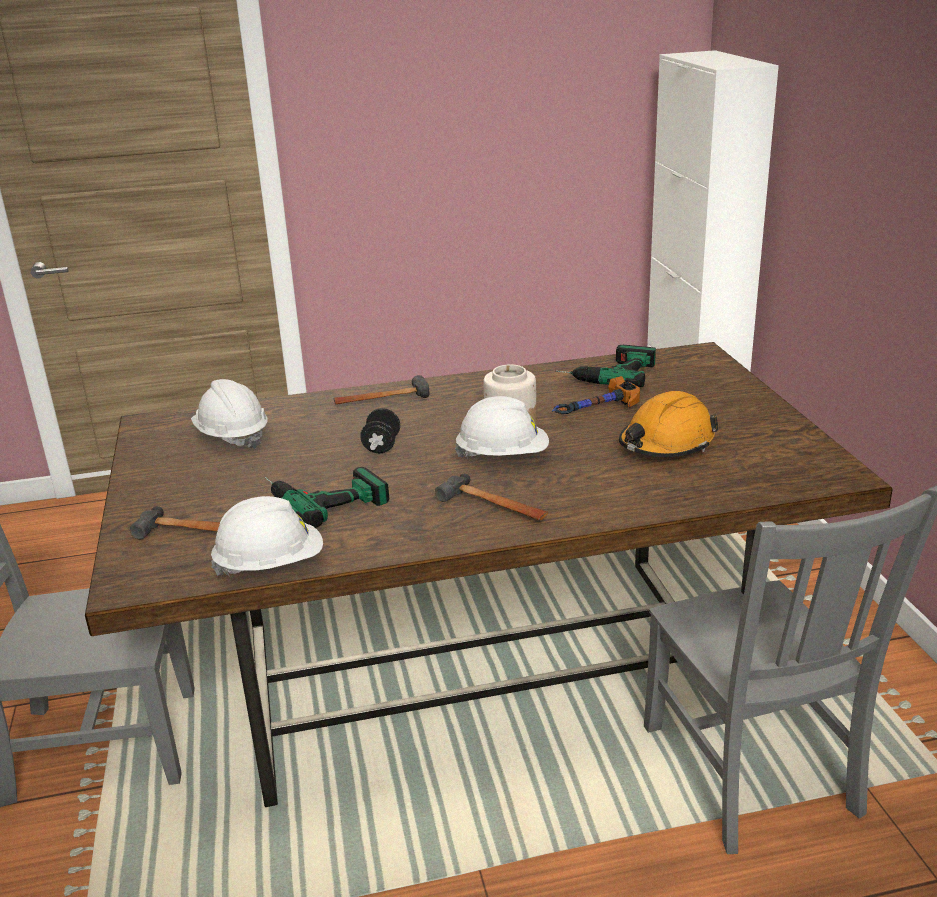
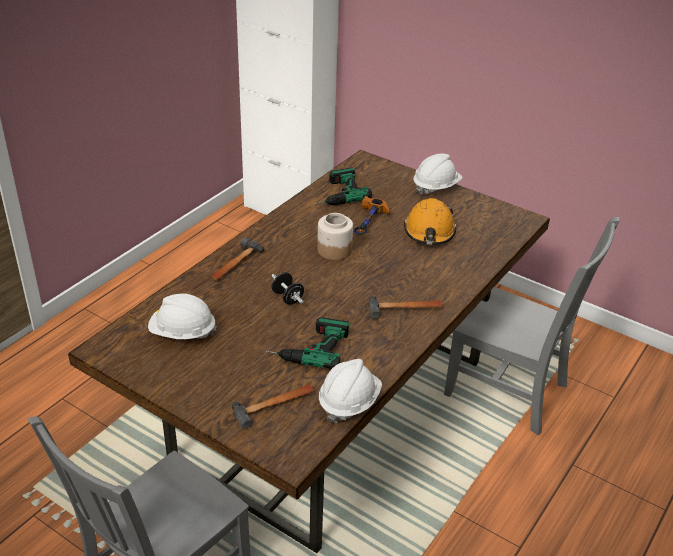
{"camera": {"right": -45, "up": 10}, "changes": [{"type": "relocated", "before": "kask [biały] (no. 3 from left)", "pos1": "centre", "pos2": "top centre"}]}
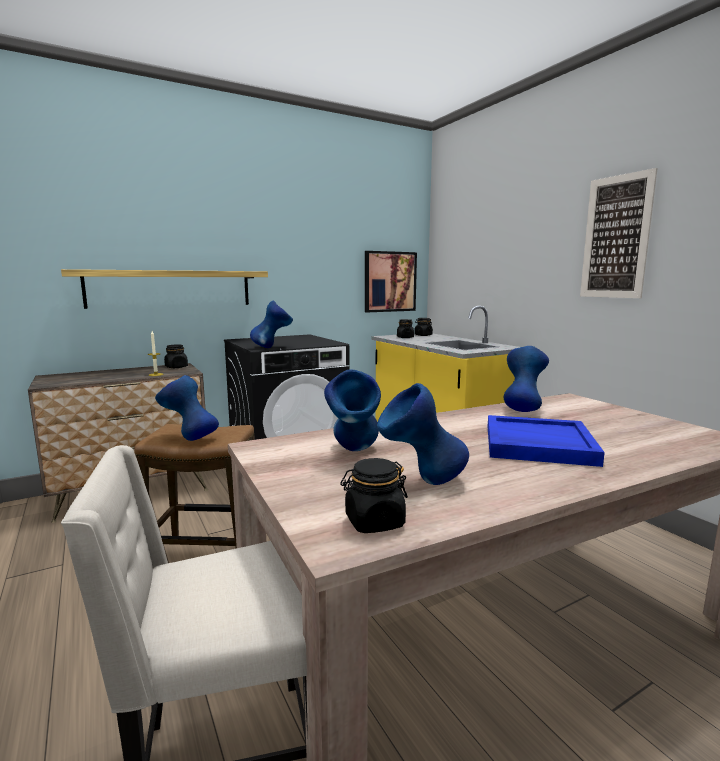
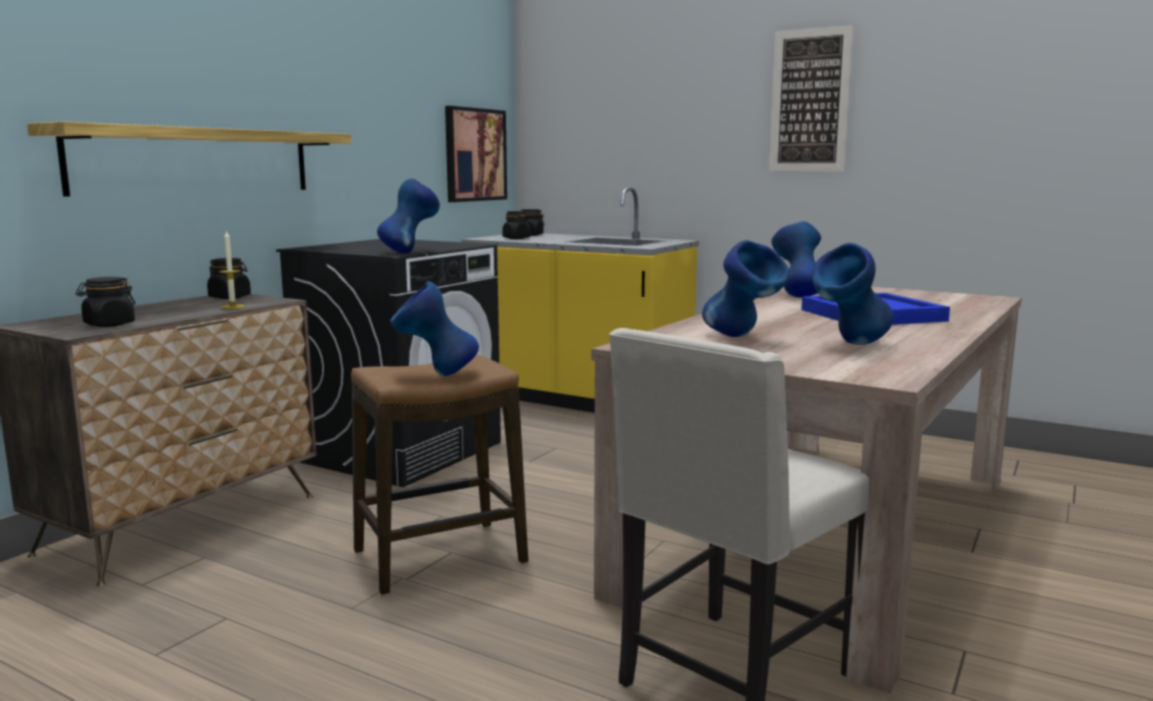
{"camera": {"right": -30, "up": 0}, "changes": [{"type": "relocated", "before": "słoik [czarny] (no. 2 from left in the first image)", "after": "słoik [czarny] (no. 1 from left)", "pos1": "centre", "pos2": "middle left"}]}
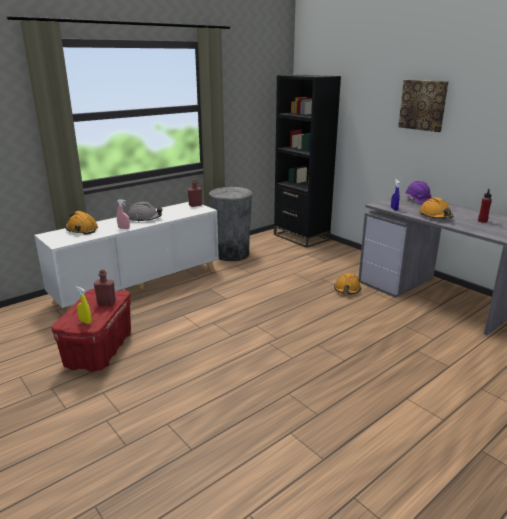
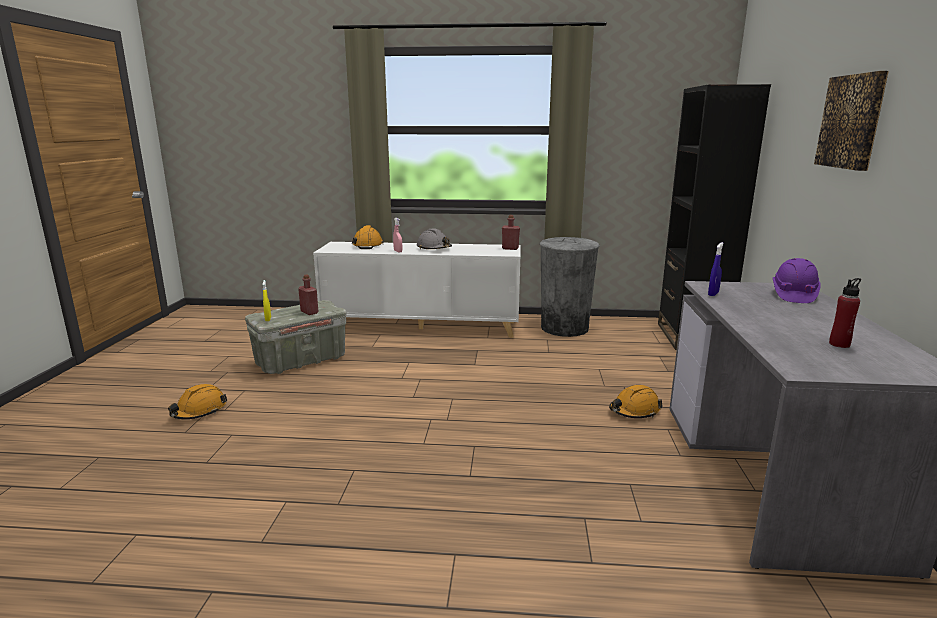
{"camera": {"right": 45, "up": -5}, "changes": [{"type": "relocated", "before": "kask [pomarańczowy] (no. 3 from left in the first image)", "after": "kask [pomarańczowy] (no. 1 from left)", "pos1": "middle right", "pos2": "middle left"}, {"type": "colour", "before": "pojemnik do przechowywania [czerwony]", "after": "pojemnik do przechowywania [szary]", "pos1": "middle left", "pos2": "middle left"}]}
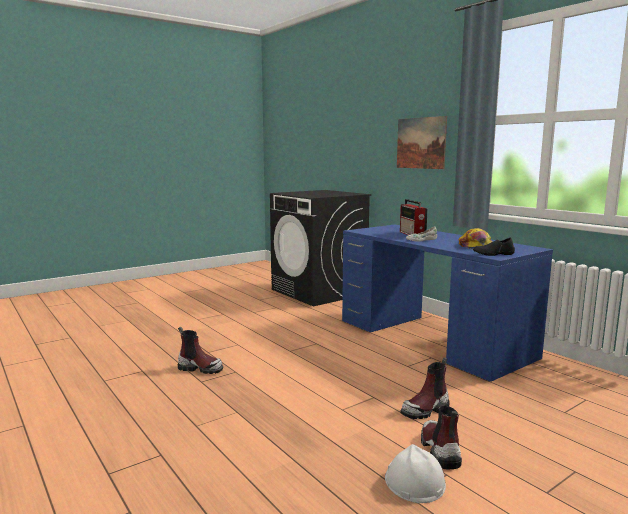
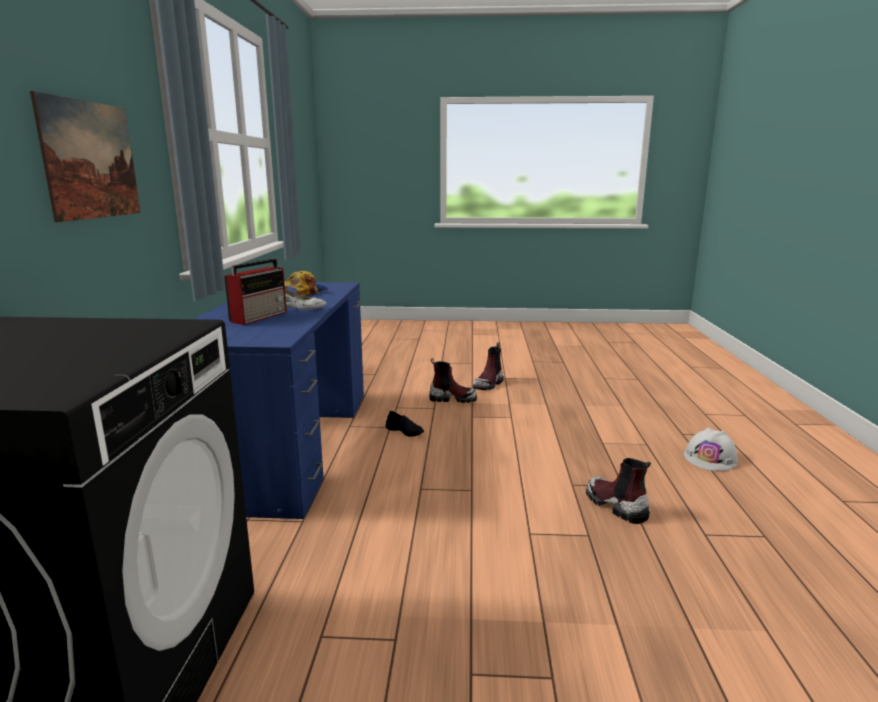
{"camera": {"right": -140, "up": 5}, "changes": [{"type": "relocated", "before": "but [czarny]", "pos1": "middle right", "pos2": "centre"}, {"type": "relocated", "before": "kask [biały]", "pos1": "bottom centre", "pos2": "middle right"}]}
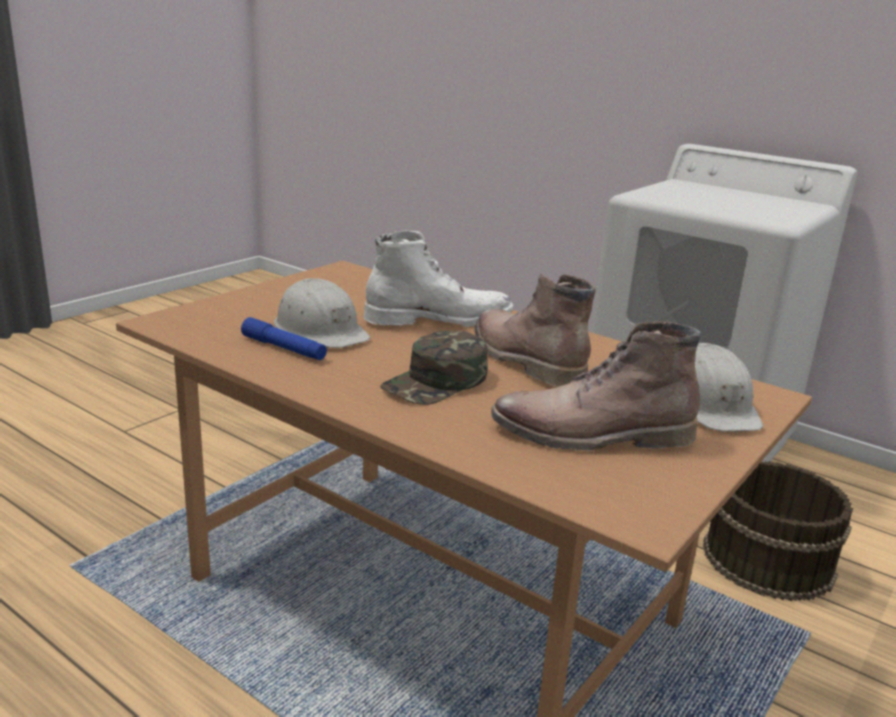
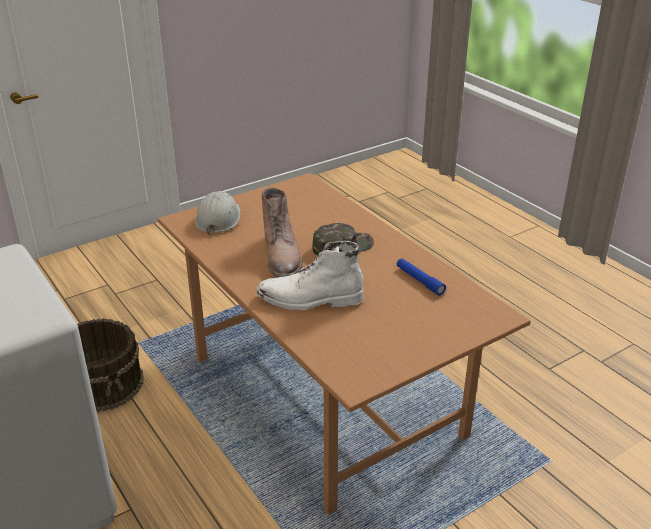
{"camera": {"right": -160, "up": 10}, "changes": [{"type": "missing", "before": "kask [biały] (no. 1 from left)", "pos1": "centre"}, {"type": "missing", "before": "but z cholewką [brązowy] (no. 2 from left)", "pos1": "centre"}]}
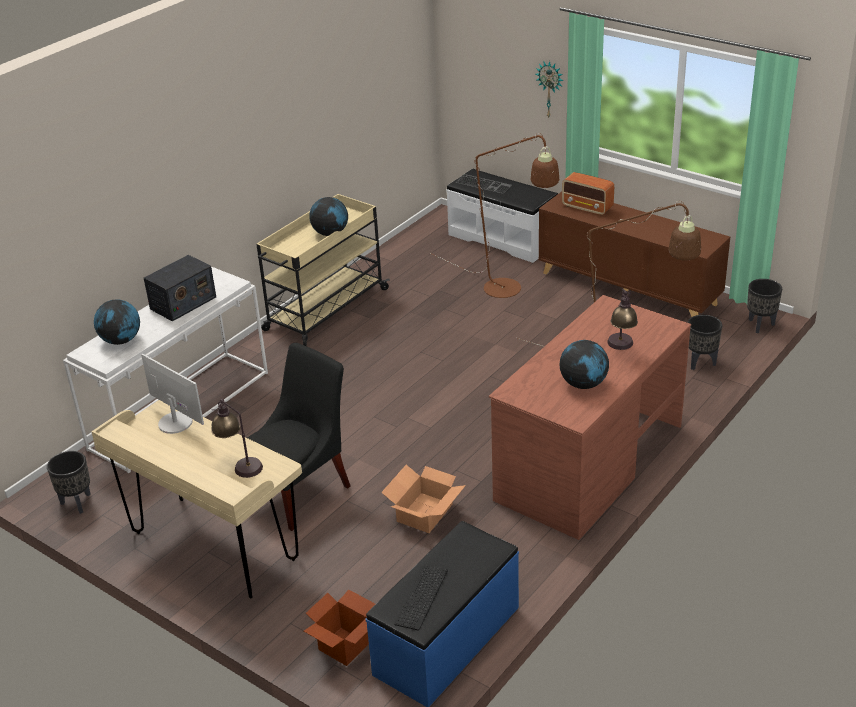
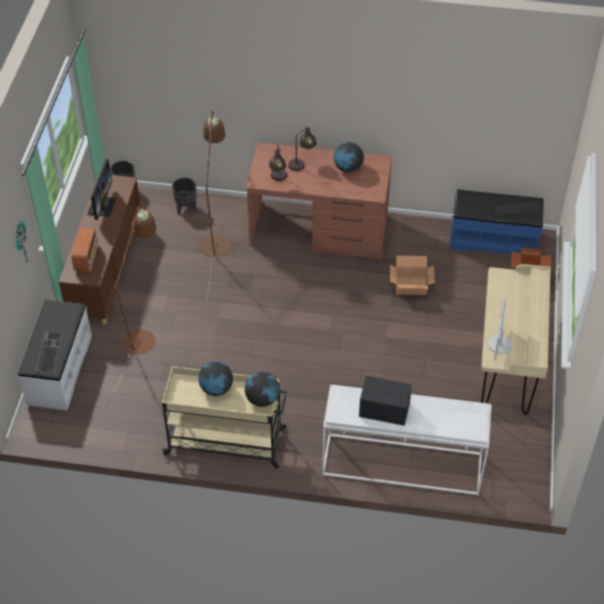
{"camera": {"right": -120, "up": 15}, "changes": [{"type": "appeared", "after": "monitor (no. 1 from left)", "pos2": "top left"}, {"type": "relocated", "before": "globus (no. 1 from left in the first image)", "after": "globus (no. 2 from left)", "pos1": "middle left", "pos2": "centre"}, {"type": "relocated", "before": "lampa stołowa (no. 1 from left)", "pos1": "middle left", "pos2": "top centre"}, {"type": "missing", "before": "donica [czarny] (no. 1 from left)", "pos1": "bottom left"}, {"type": "missing", "before": "krzesło [czarny]", "pos1": "centre"}]}
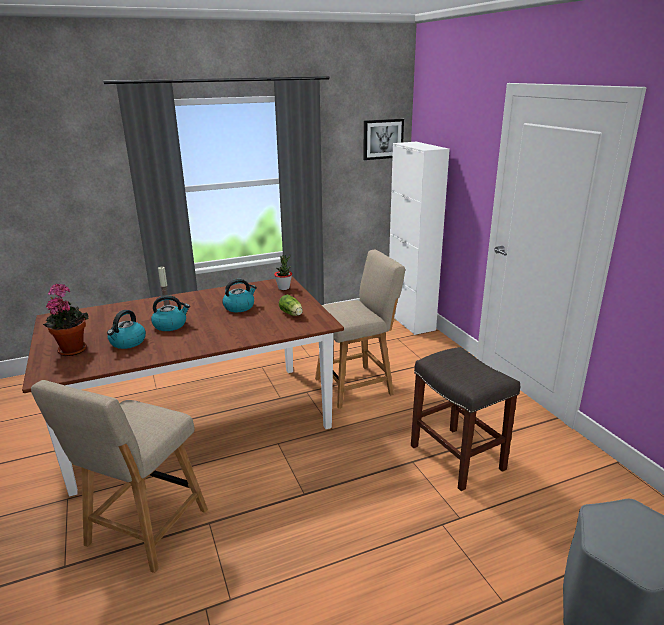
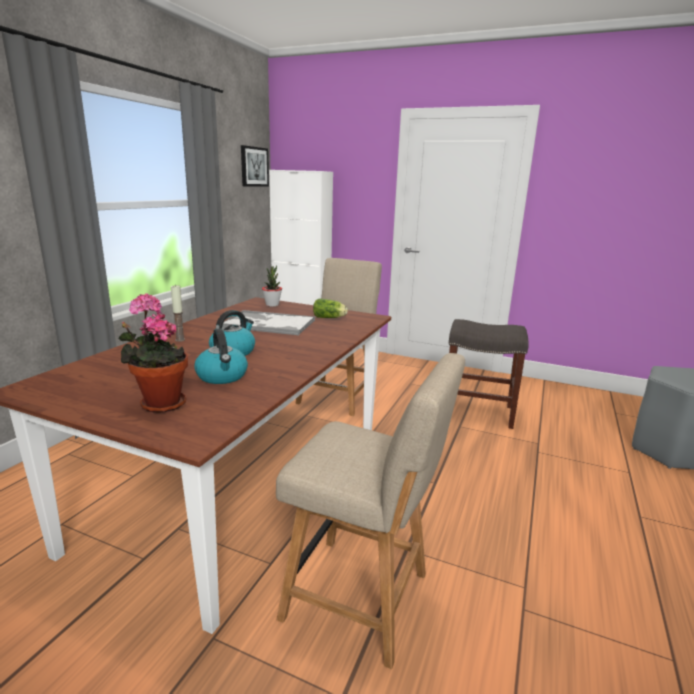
{"camera": {"right": -45, "up": -5}, "changes": [{"type": "exchanged", "before": "czajnik (no. 3 from left)", "after": "taca", "pos1": "centre", "pos2": "centre"}, {"type": "spun", "before": "krzesło [beżowy] (no. 1 from left in the first image)", "pos1": "bottom left", "pos2": "bottom centre", "turn": -45}]}
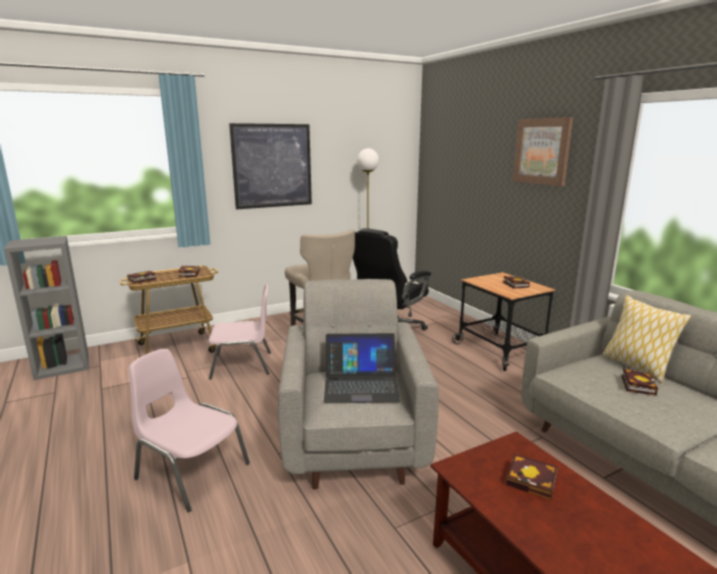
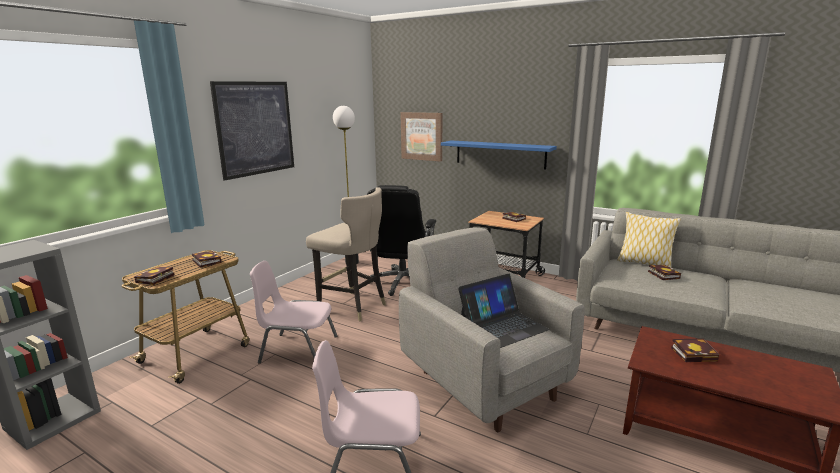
{"camera": {"right": -30, "up": 0}, "changes": [{"type": "spun", "before": "krzesło [różowy] (no. 2 from left in the first image)", "pos1": "centre", "pos2": "centre", "turn": -135}, {"type": "relocated", "before": "obraz (no. 2 from left)", "pos1": "top right", "pos2": "top centre"}, {"type": "appeared", "after": "półka [niebieski]", "pos2": "top centre"}]}
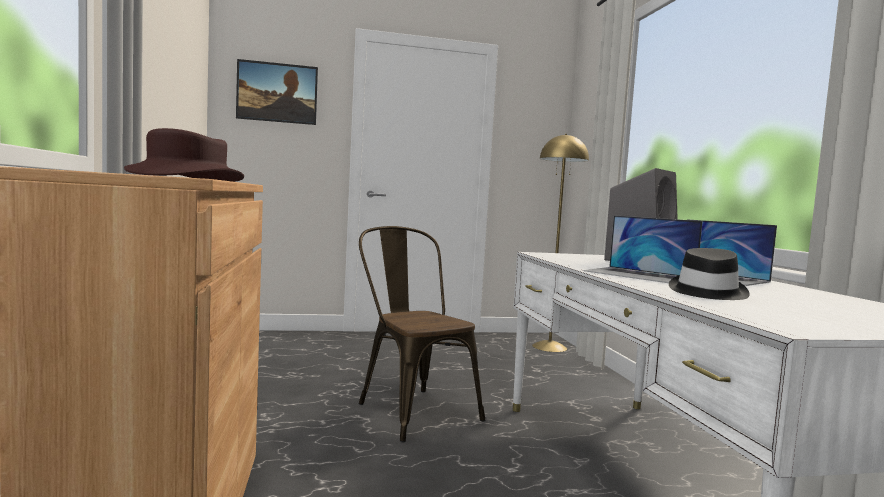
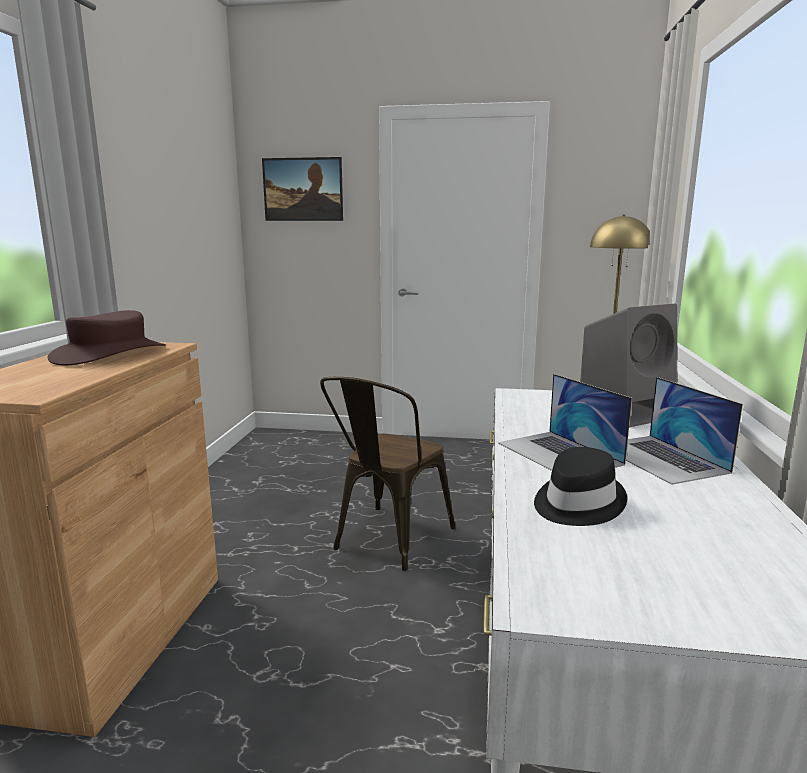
{"camera": {"right": 20, "up": 10}, "changes": [{"type": "spun", "before": "krzesło [brązowy]", "pos1": "bottom centre", "pos2": "centre", "turn": -135}]}
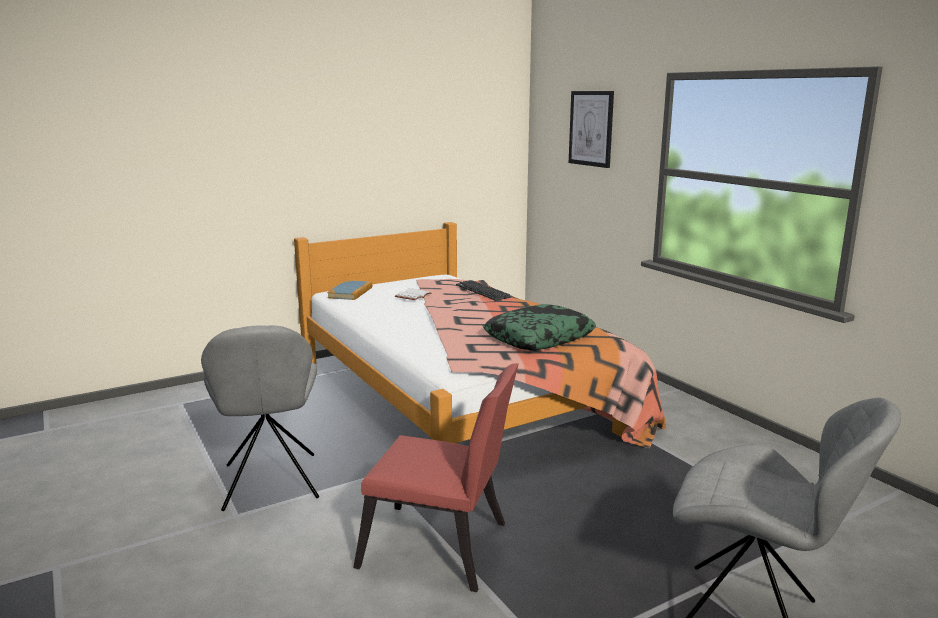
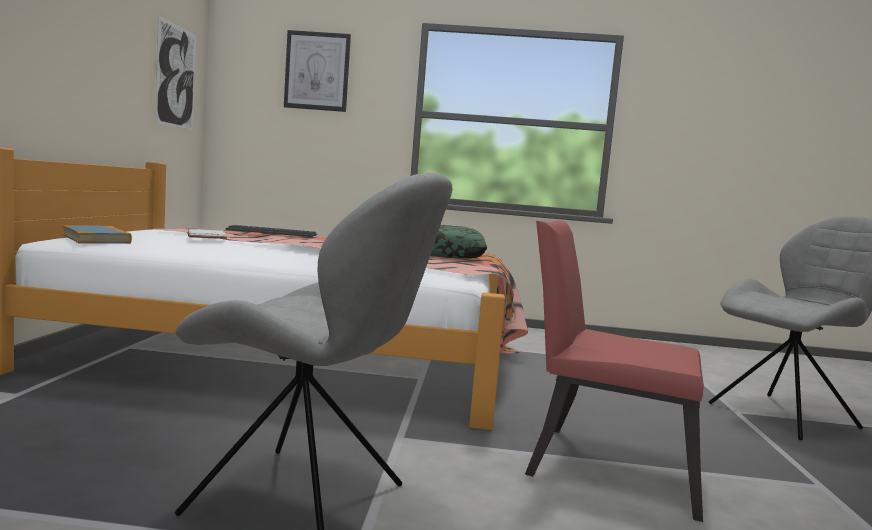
{"camera": {"right": -55, "up": -10}, "changes": [{"type": "appeared", "after": "obraz (no. 1 from left)", "pos2": "top left"}, {"type": "spun", "before": "krzesło [czerwony]", "pos1": "bottom centre", "pos2": "bottom right", "turn": -120}]}
